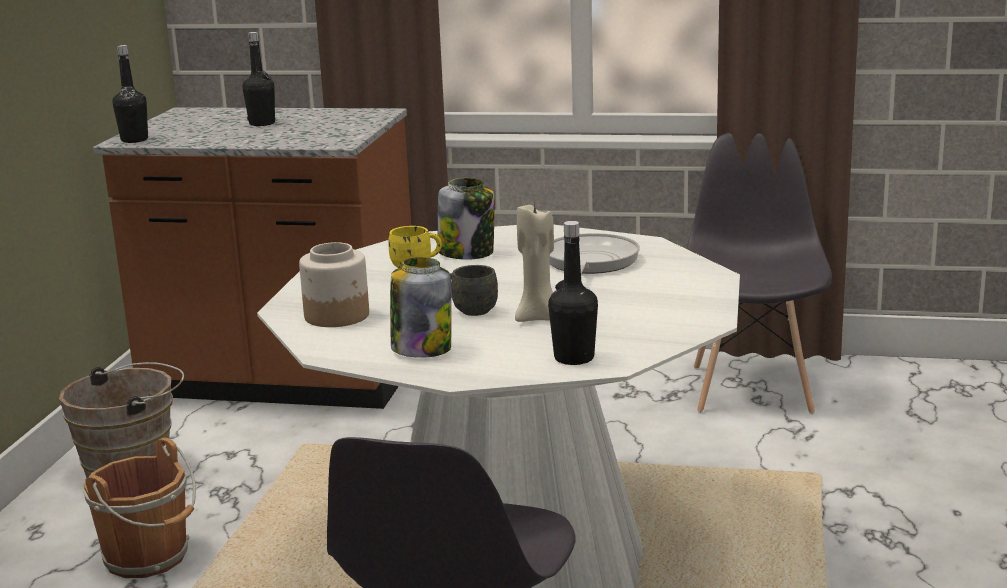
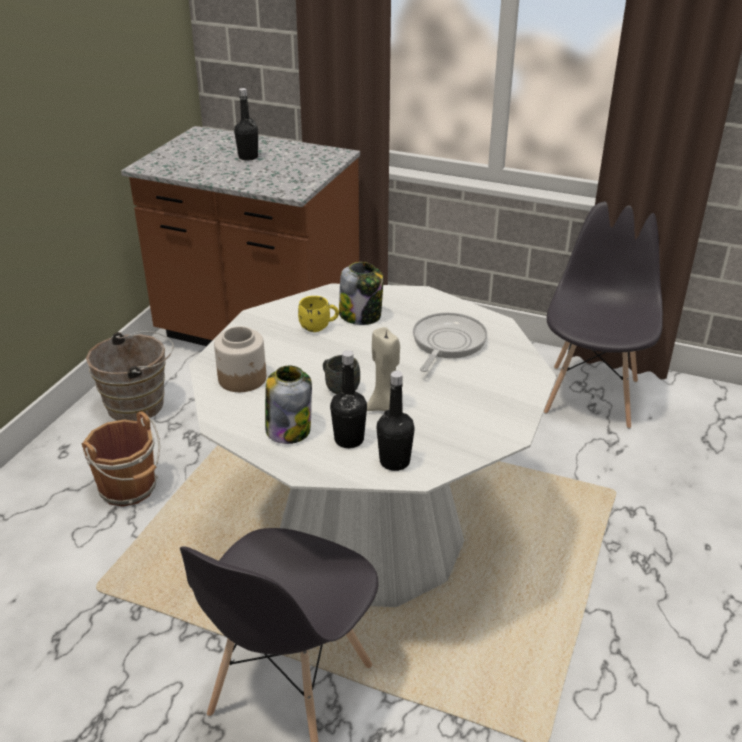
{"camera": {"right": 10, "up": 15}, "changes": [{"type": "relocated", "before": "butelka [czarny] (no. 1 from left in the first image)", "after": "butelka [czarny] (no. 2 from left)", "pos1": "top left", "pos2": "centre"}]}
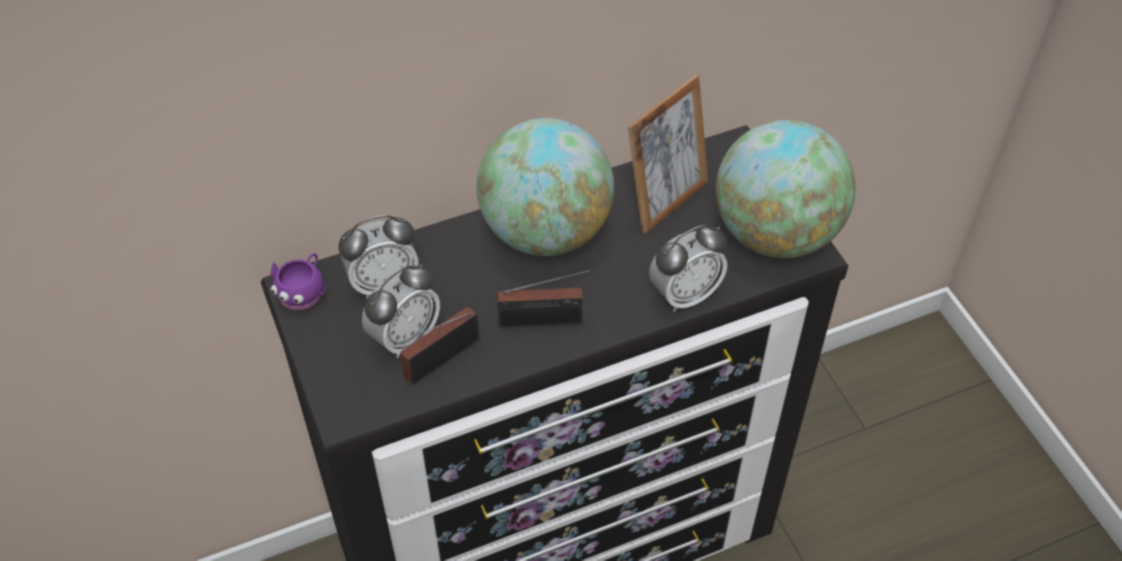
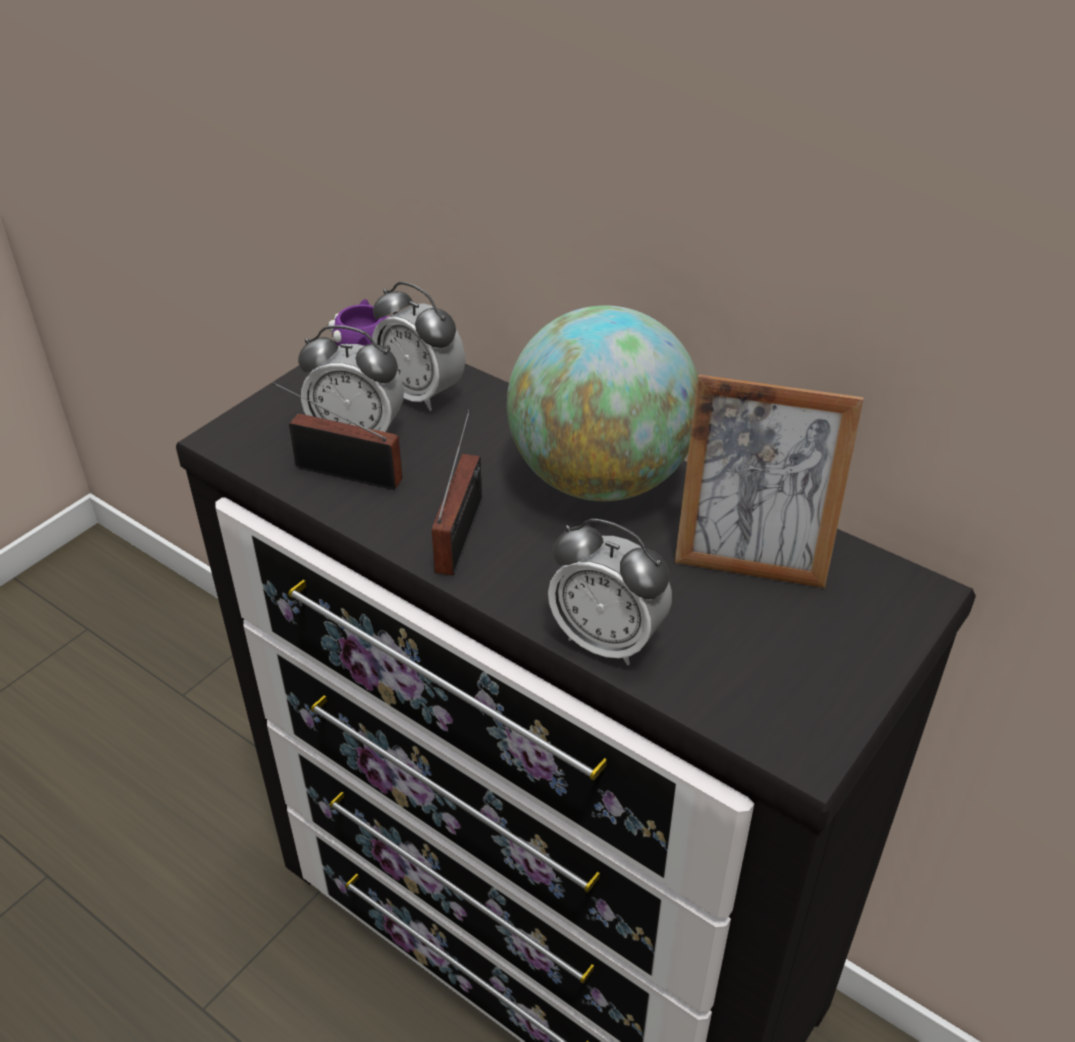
{"camera": {"right": 60, "up": -10}, "changes": [{"type": "spun", "before": "radio (no. 2 from left)", "pos1": "centre", "pos2": "centre", "turn": -135}, {"type": "missing", "before": "globus (no. 2 from left)", "pos1": "middle right"}]}
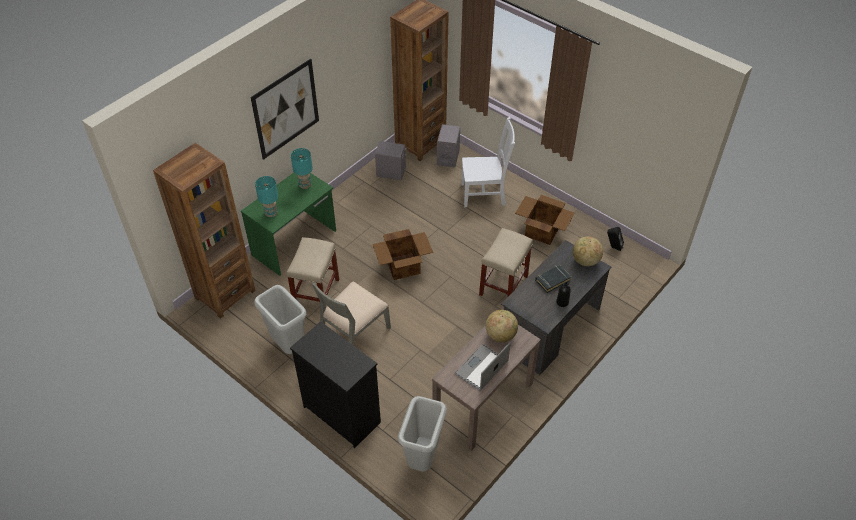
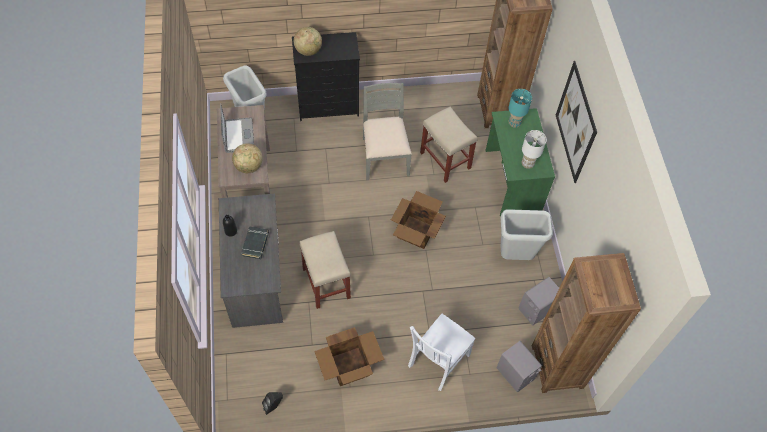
{"camera": {"right": 130, "up": 10}, "changes": [{"type": "relocated", "before": "globus (no. 2 from left)", "pos1": "middle right", "pos2": "top centre"}, {"type": "relocated", "before": "kosz na śmieci [szary] (no. 1 from left in the first image)", "after": "kosz na śmieci [szary] (no. 2 from left)", "pos1": "middle left", "pos2": "middle right"}, {"type": "colour", "before": "lampa stołowa [turkusowy] (no. 2 from left)", "after": "lampa stołowa [biały]", "pos1": "top centre", "pos2": "middle right"}]}
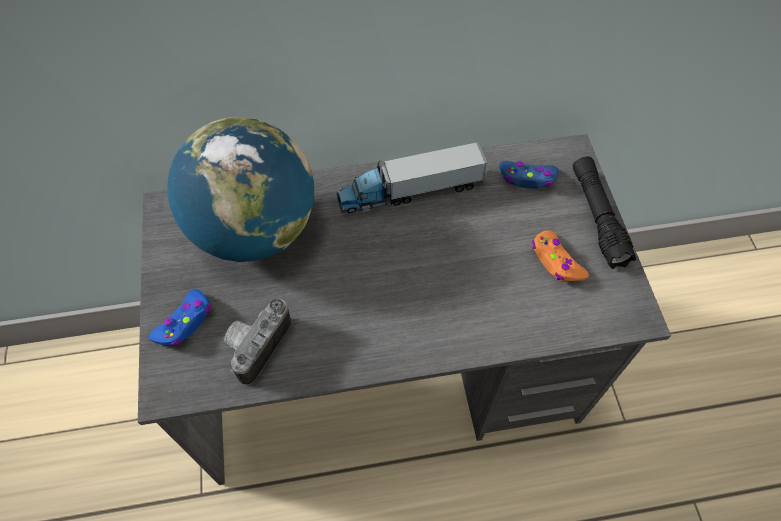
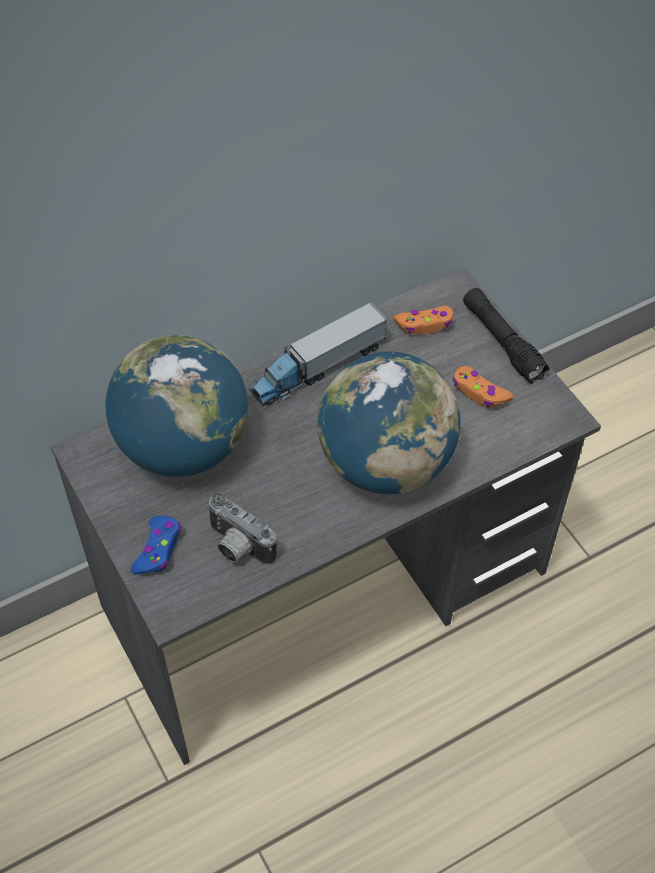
{"camera": {"right": -20, "up": -5}, "changes": [{"type": "spun", "before": "aparat fotograficzny", "pos1": "middle left", "pos2": "centre", "turn": -60}, {"type": "appeared", "after": "globus (no. 2 from left)", "pos2": "centre"}, {"type": "colour", "before": "pad do gier [niebieski] (no. 2 from left)", "after": "pad do gier [pomarańczowy] (no. 1 from left)", "pos1": "middle right", "pos2": "centre"}]}
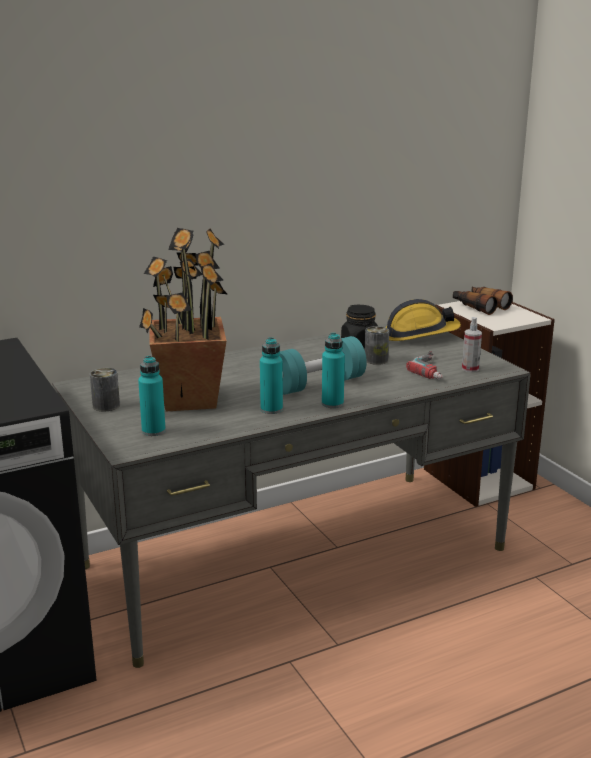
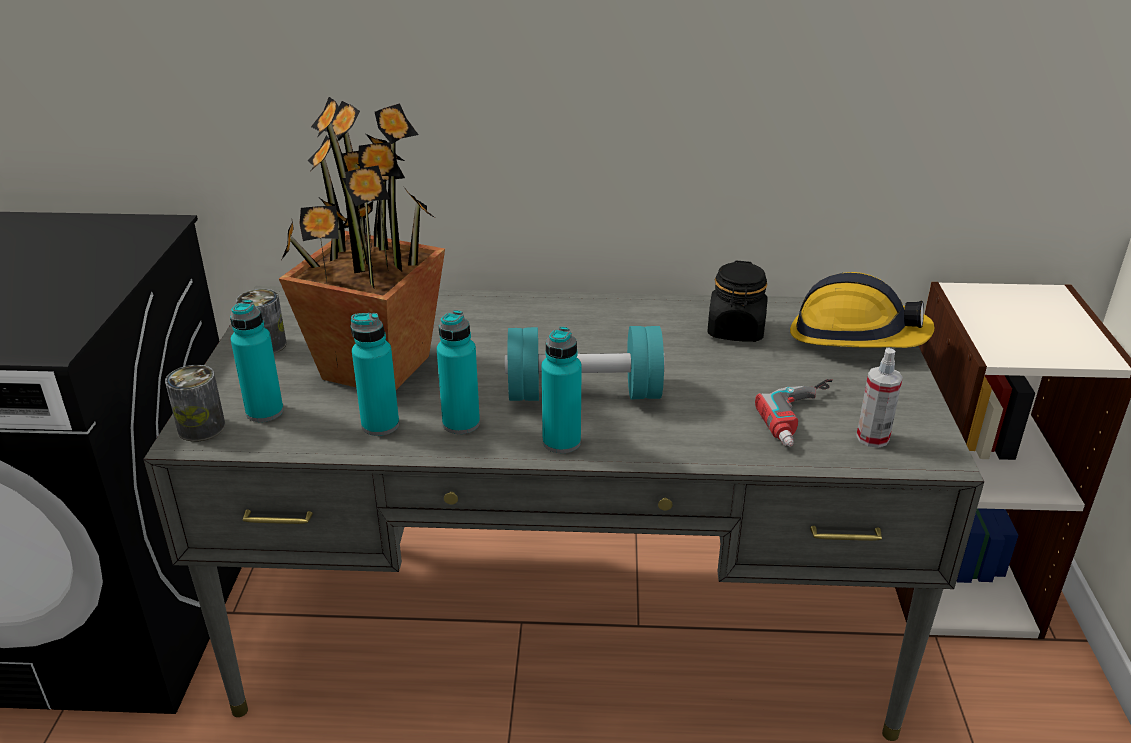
{"camera": {"right": 30, "up": 10}, "changes": [{"type": "relocated", "before": "puszka (no. 2 from left in the first image)", "after": "puszka (no. 1 from left)", "pos1": "centre", "pos2": "middle left"}, {"type": "appeared", "after": "butelka [turkusowy] (no. 2 from left)", "pos2": "middle left"}, {"type": "missing", "before": "lornetka", "pos1": "middle right"}]}
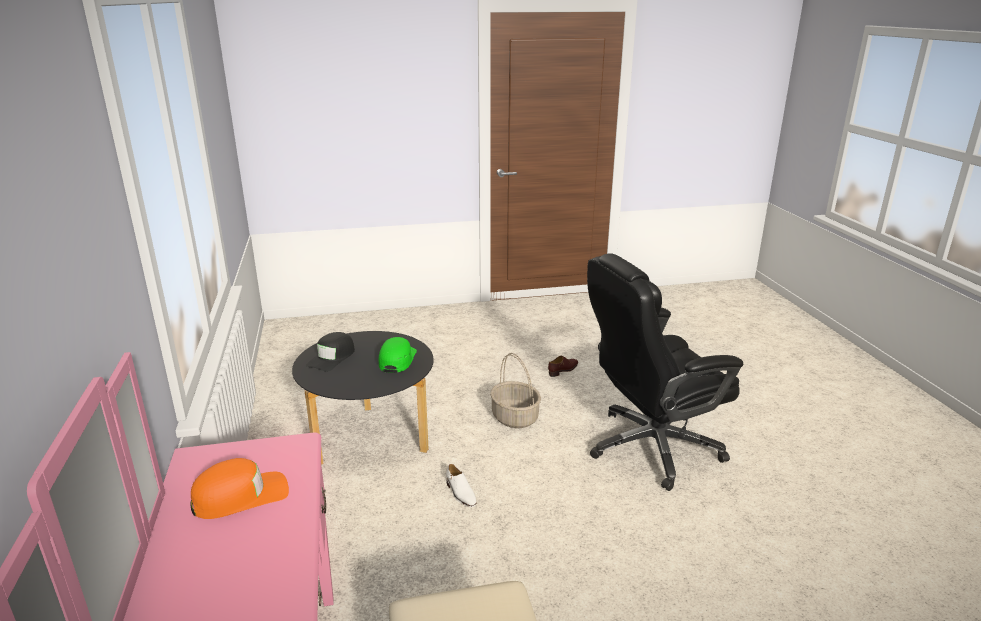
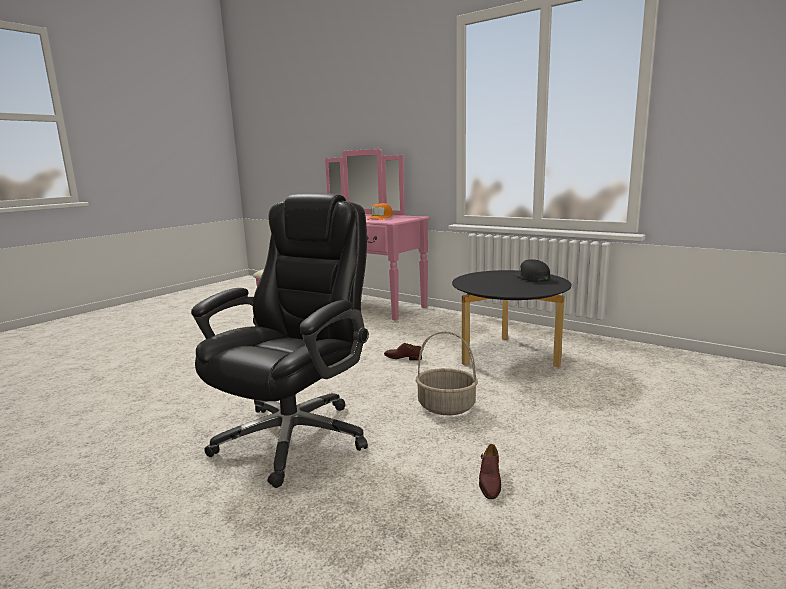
{"camera": {"right": 140, "up": -10}, "changes": [{"type": "colour", "before": "but [biały]", "after": "but [brązowy] (no. 1 from left)", "pos1": "bottom centre", "pos2": "centre"}, {"type": "missing", "before": "czapka z daszkiem [zielony]", "pos1": "centre"}]}
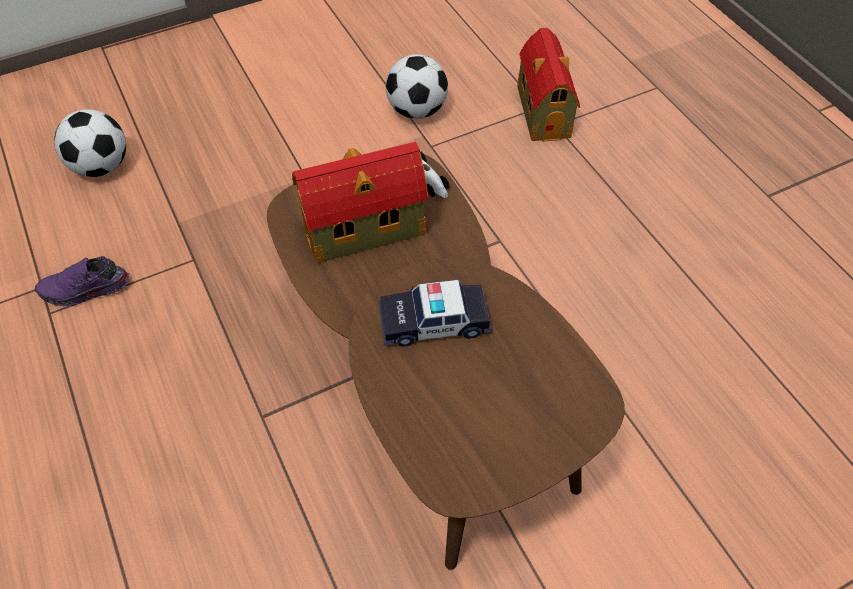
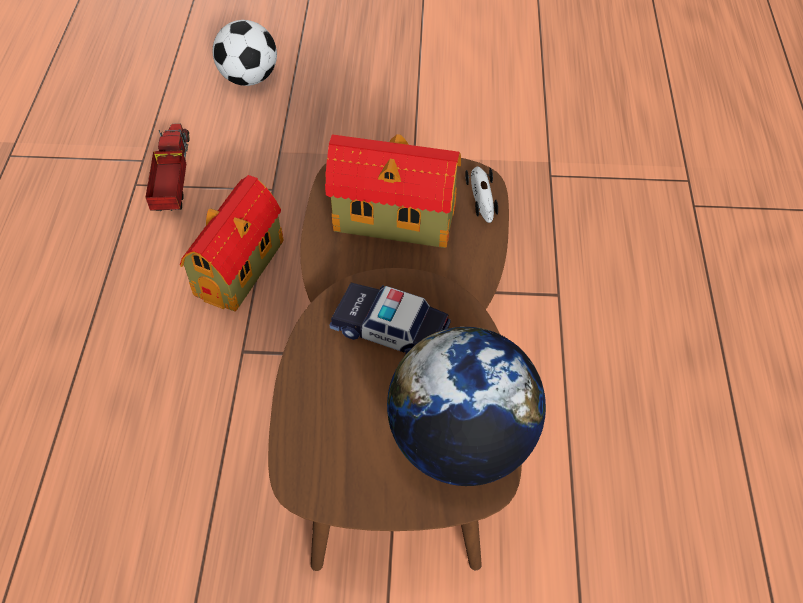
{"camera": {"right": 30, "up": 0}, "changes": [{"type": "exchanged", "before": "but [fioletowy]", "after": "ciężarówka zabawkowa", "pos1": "middle left", "pos2": "top left"}, {"type": "relocated", "before": "domek (no. 2 from left in the first image)", "after": "domek (no. 1 from left)", "pos1": "top centre", "pos2": "middle left"}, {"type": "appeared", "after": "globus", "pos2": "bottom centre"}, {"type": "missing", "before": "piłka futbolowa (no. 2 from left)", "pos1": "top centre"}]}
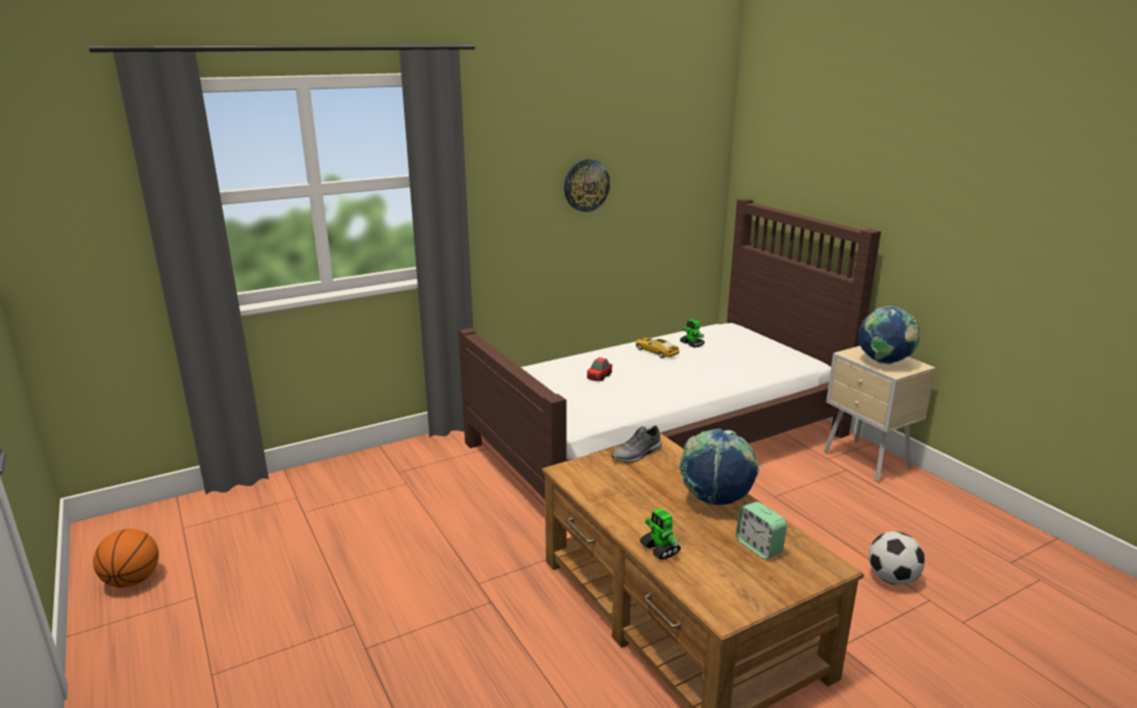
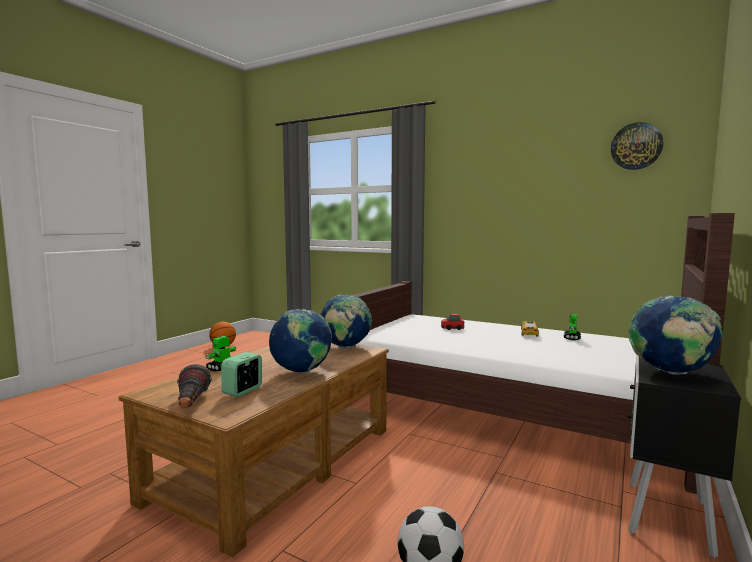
{"camera": {"right": 60, "up": -15}, "changes": [{"type": "appeared", "after": "latarka", "pos2": "bottom left"}, {"type": "exchanged", "before": "but [szary]", "after": "globus (no. 2 from left)", "pos1": "centre", "pos2": "centre"}, {"type": "relocated", "before": "zegar ścienny", "pos1": "top centre", "pos2": "top right"}, {"type": "colour", "before": "szafka nocna [beżowy]", "after": "szafka nocna [czarny]", "pos1": "middle right", "pos2": "bottom right"}]}
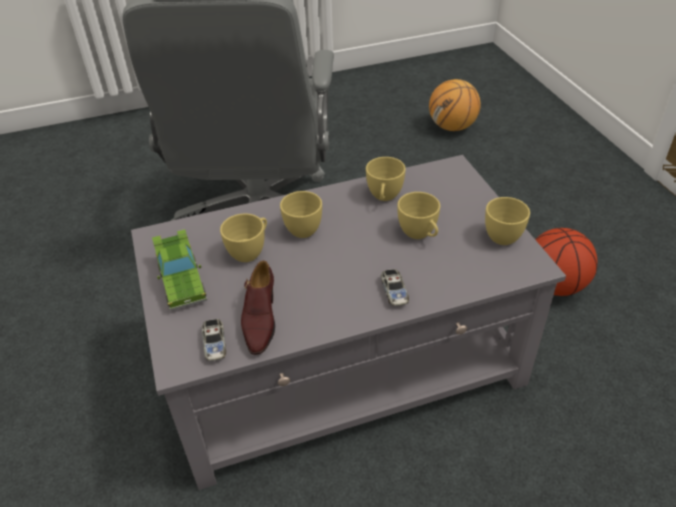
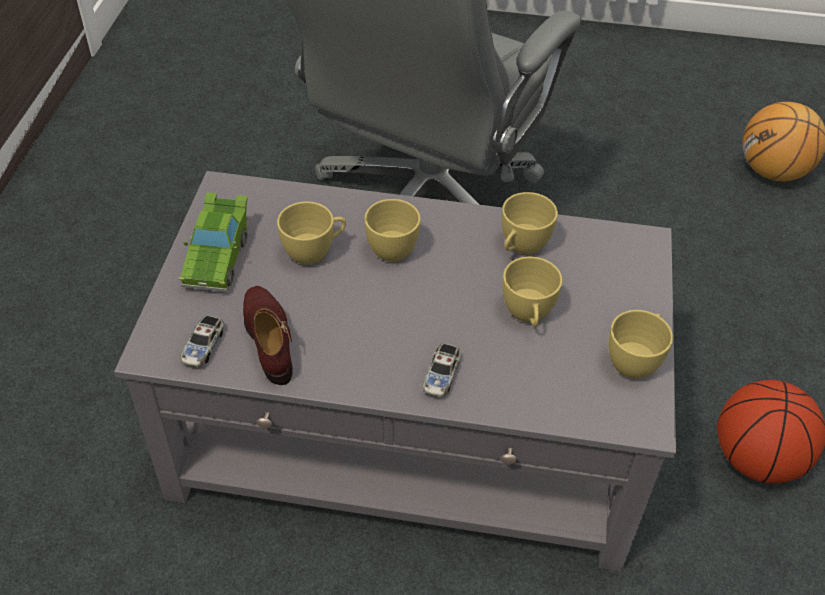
{"camera": {"right": 25, "up": 5}, "changes": [{"type": "spun", "before": "but [brązowy]", "pos1": "centre", "pos2": "middle left", "turn": 135}]}
